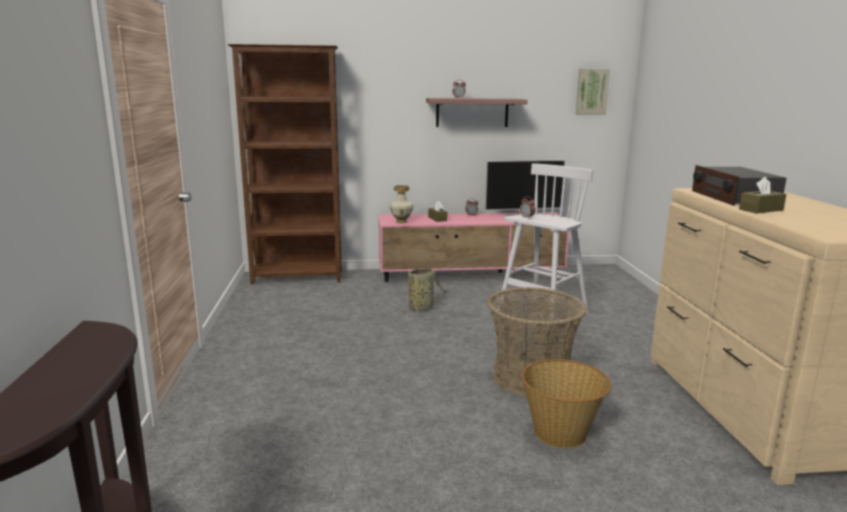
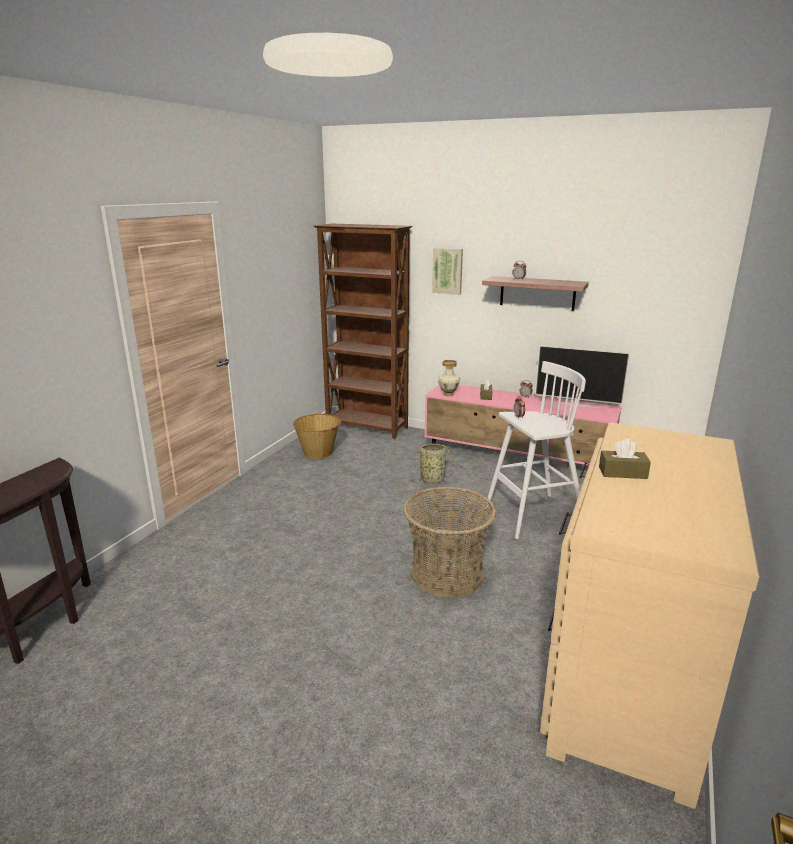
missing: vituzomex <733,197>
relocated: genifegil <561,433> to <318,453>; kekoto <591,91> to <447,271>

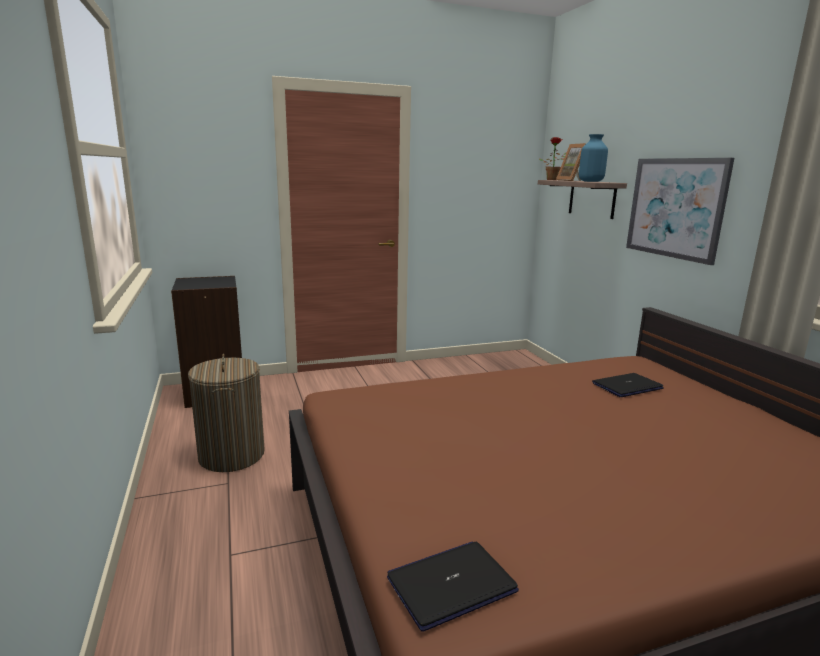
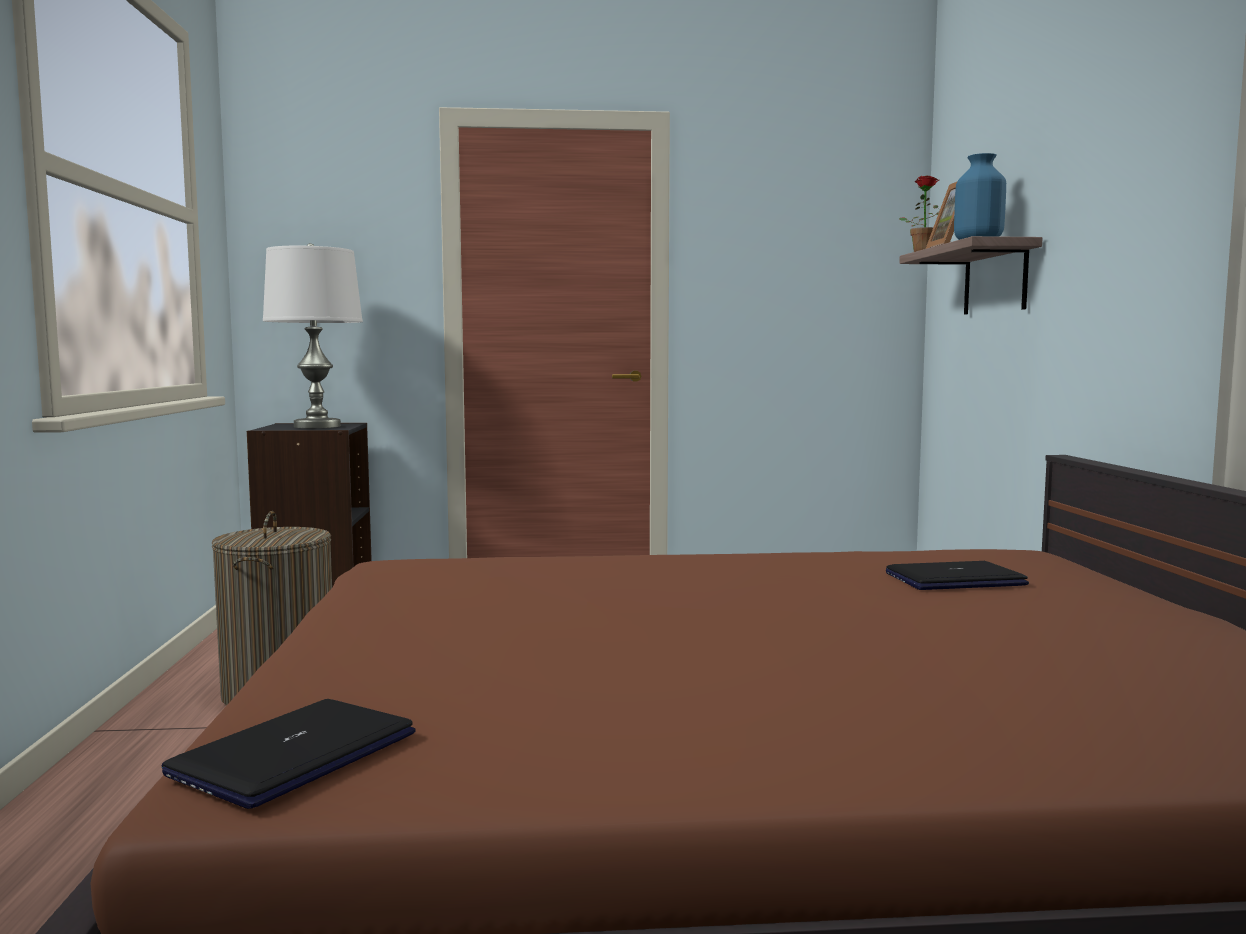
missing: kekoto <675,208>
appeared: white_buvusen <317,426>
spun: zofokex <451,584> = <294,754> 45 degrees counterclockwise

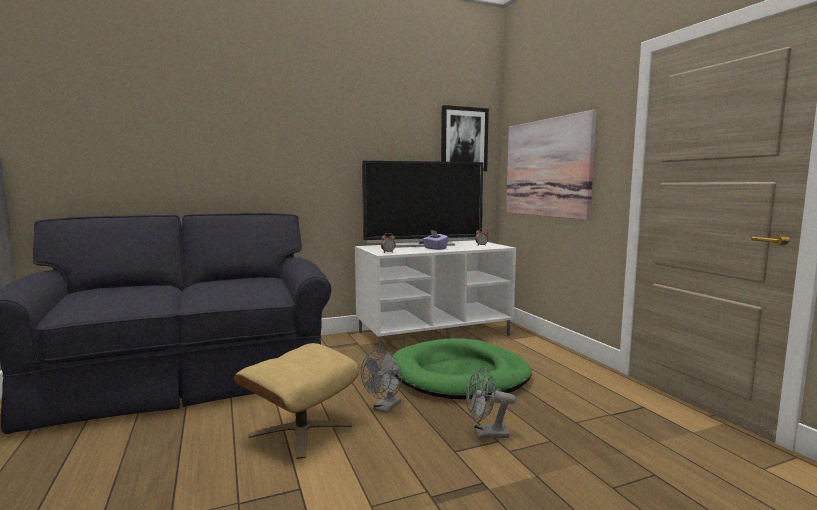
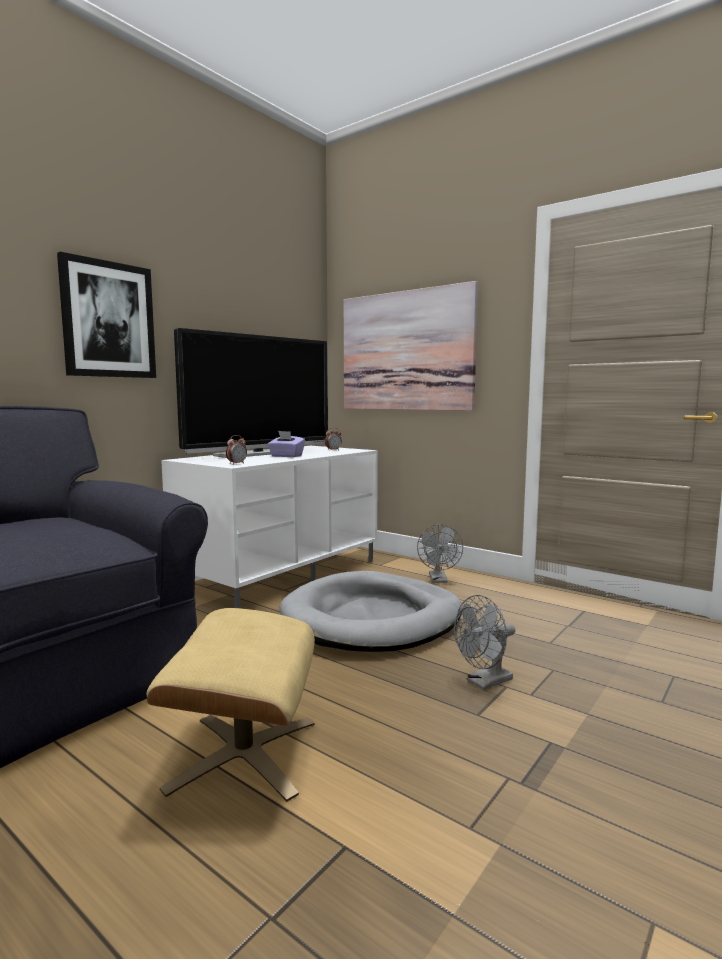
relocated: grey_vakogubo <384,408> to <439,580>; kekoto <464,139> to <108,320>
colour: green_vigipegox <460,375> to grey_vigipegox <372,618>

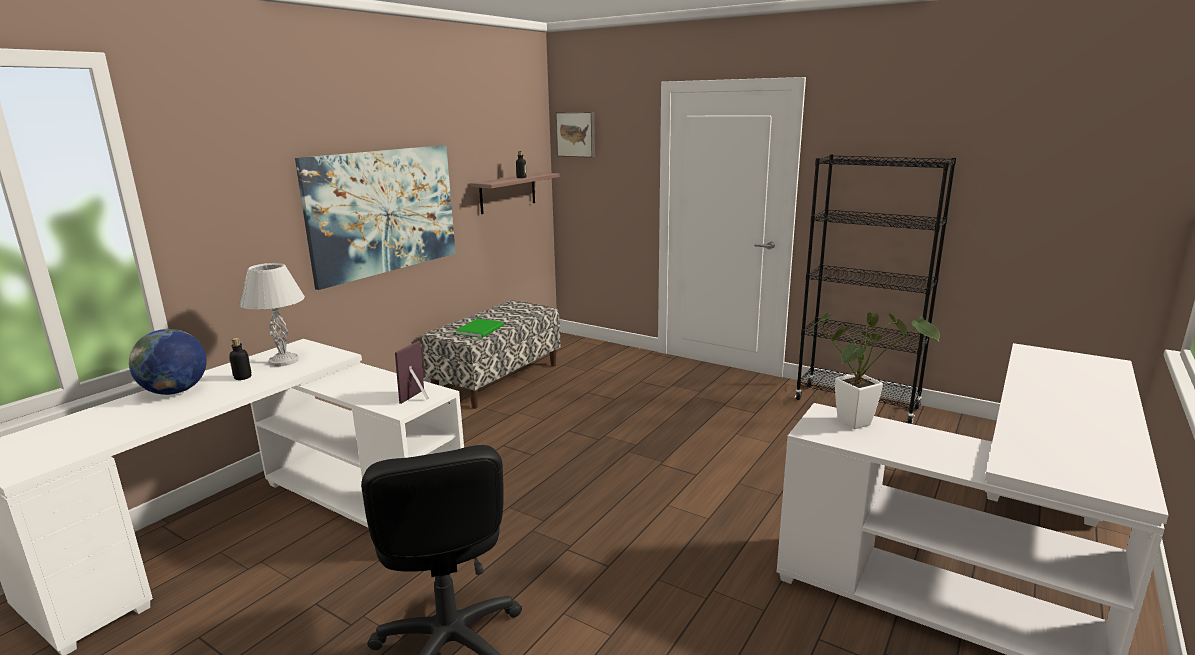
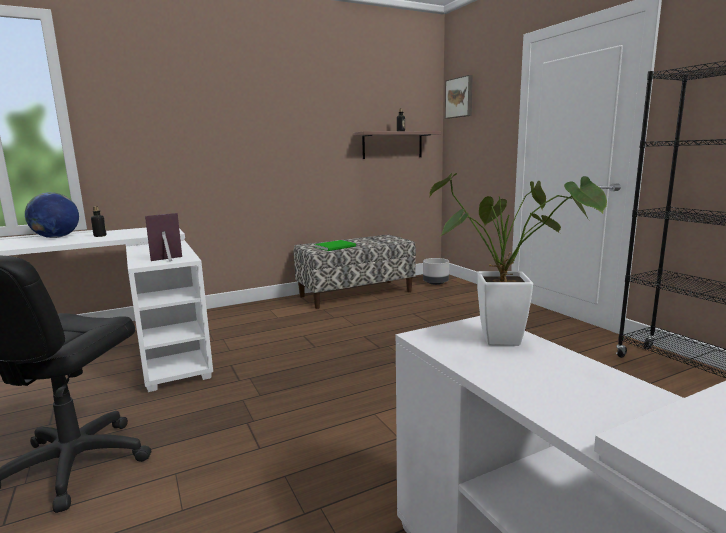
missing: white_buvusen <283,361>; kekoto <383,211>
appeared: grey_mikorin <435,283>

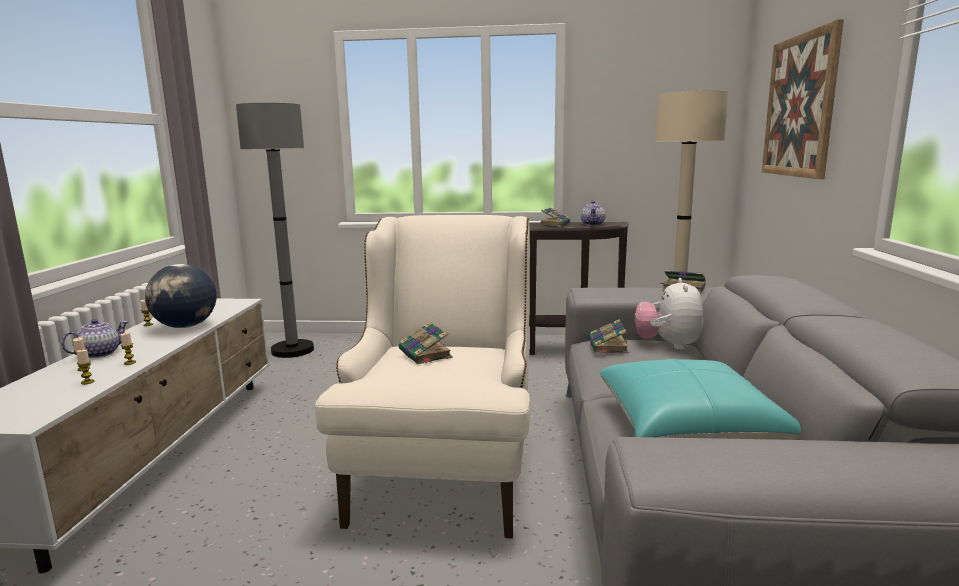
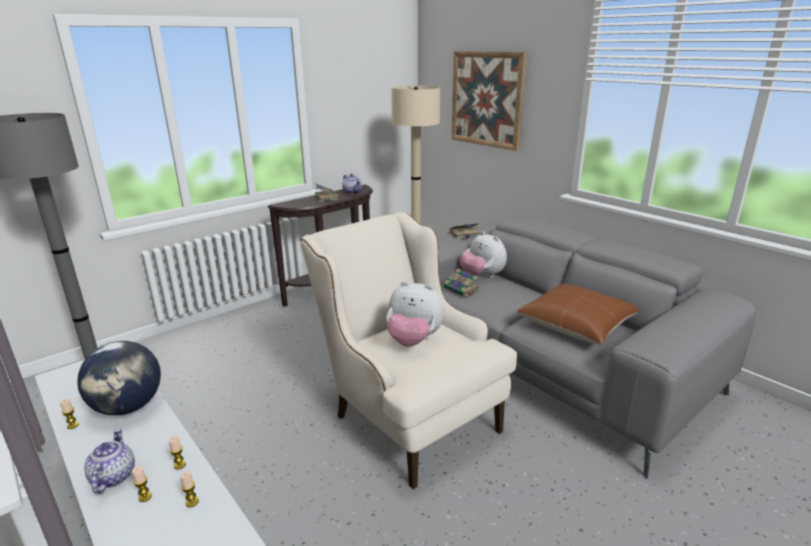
exchanged: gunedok <425,354> to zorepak <414,340>
colour: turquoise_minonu <688,424> to brown_minonu <576,324>

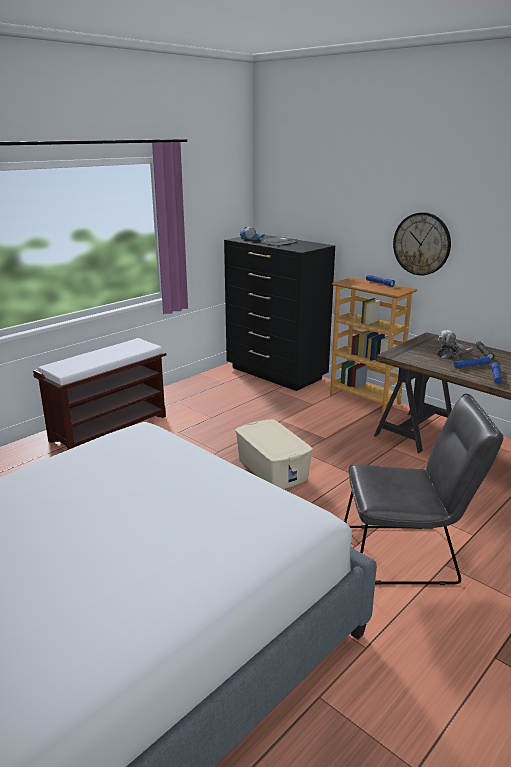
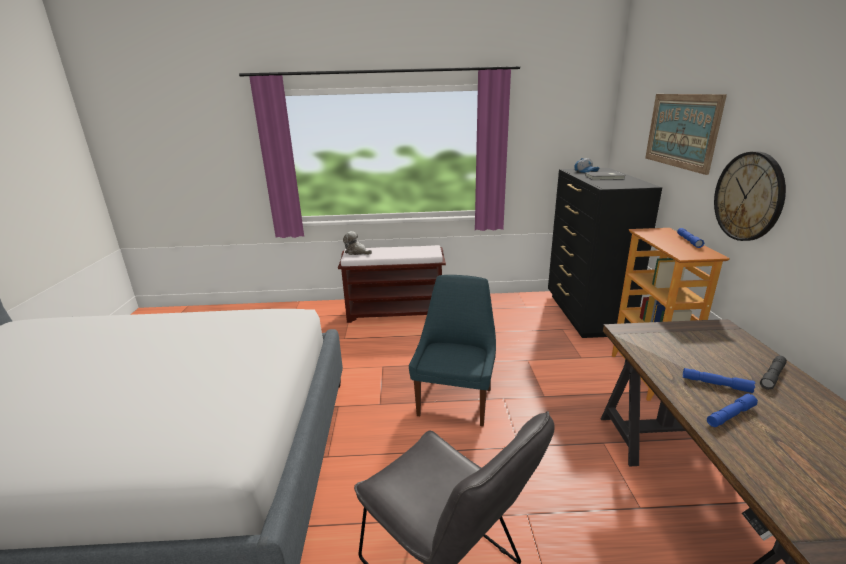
appeared: kekoto <681,130>
relocated: zorepak <452,355> to <357,252>
exchanged: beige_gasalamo <272,468> to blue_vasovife <456,400>

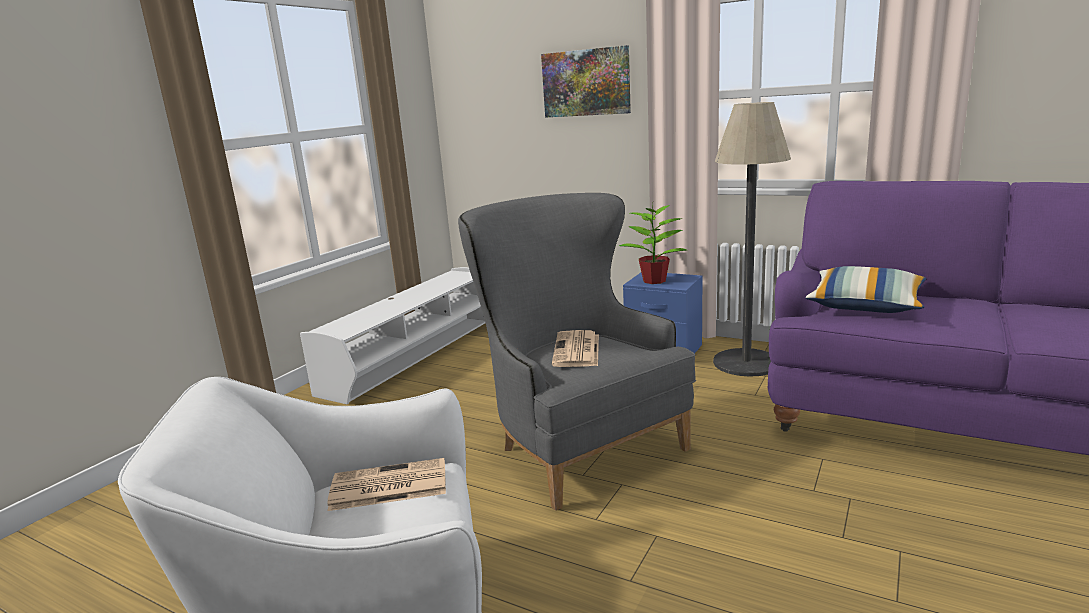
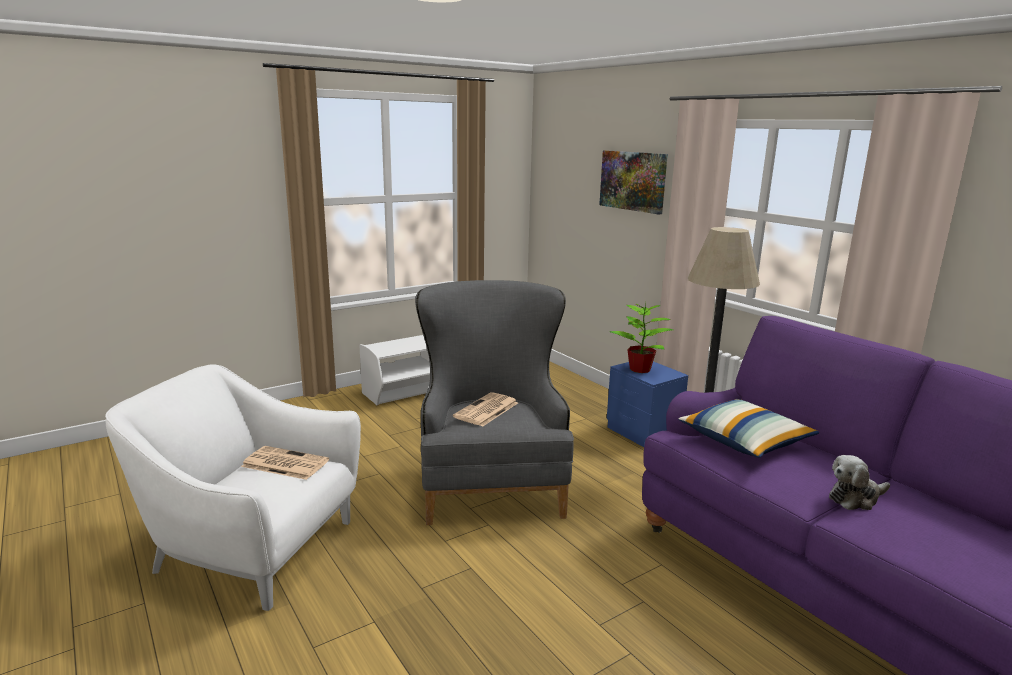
appeared: zorepak <855,498>

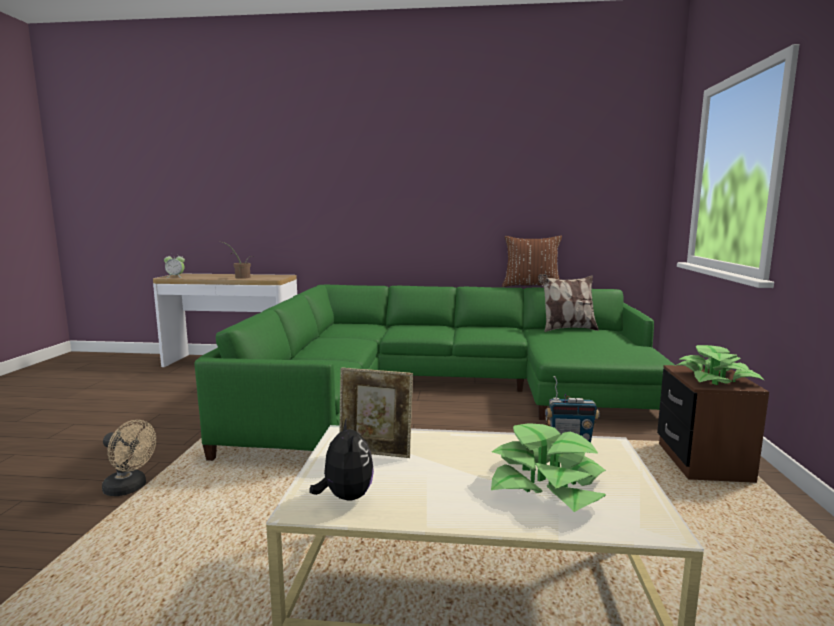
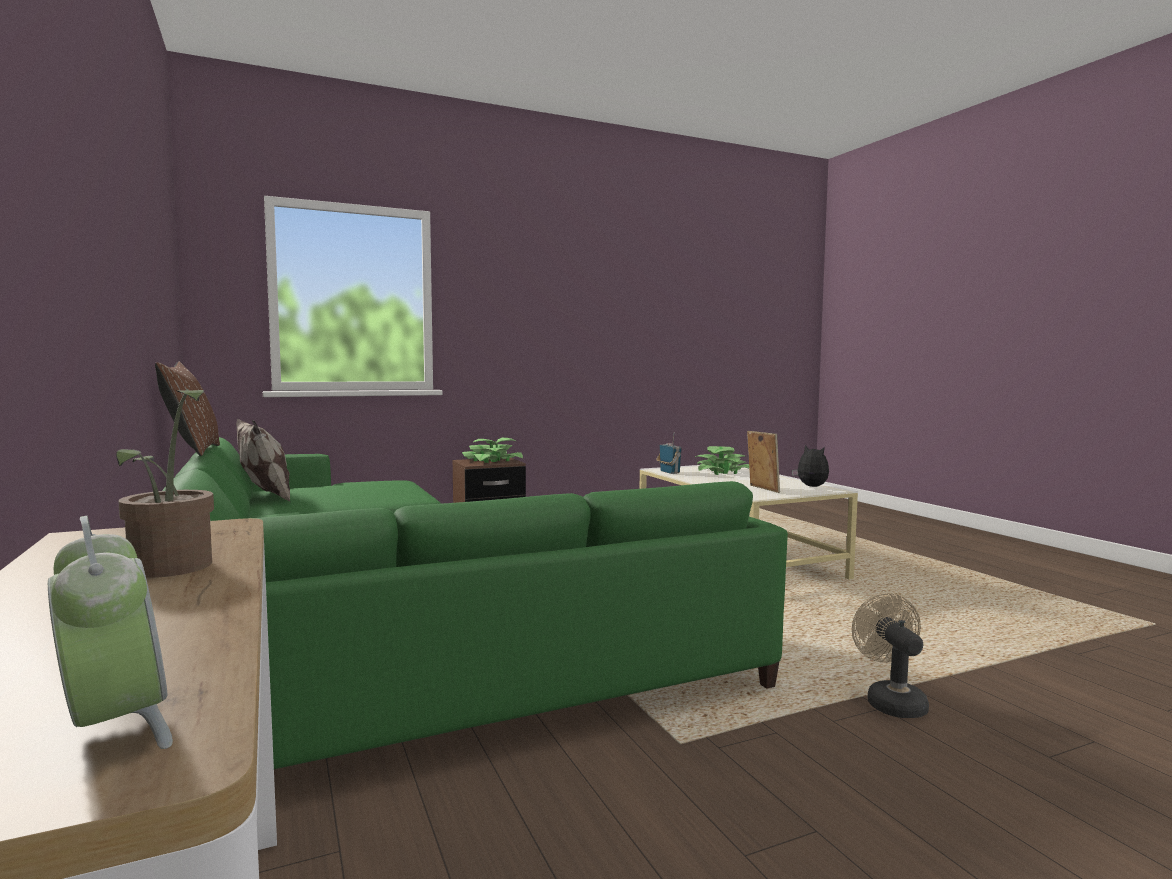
spun: zorepak <345,497> = <810,487> 105 degrees clockwise

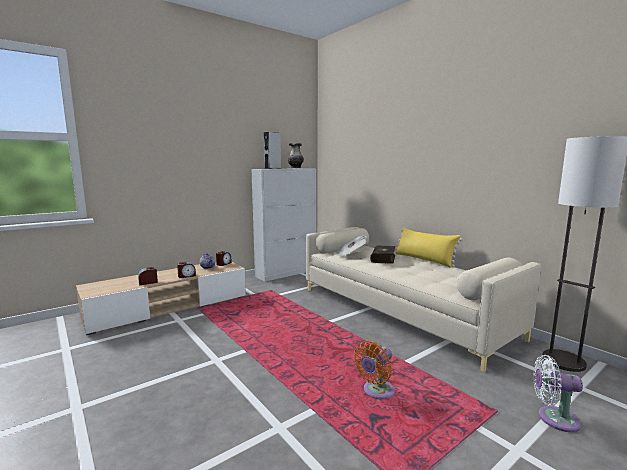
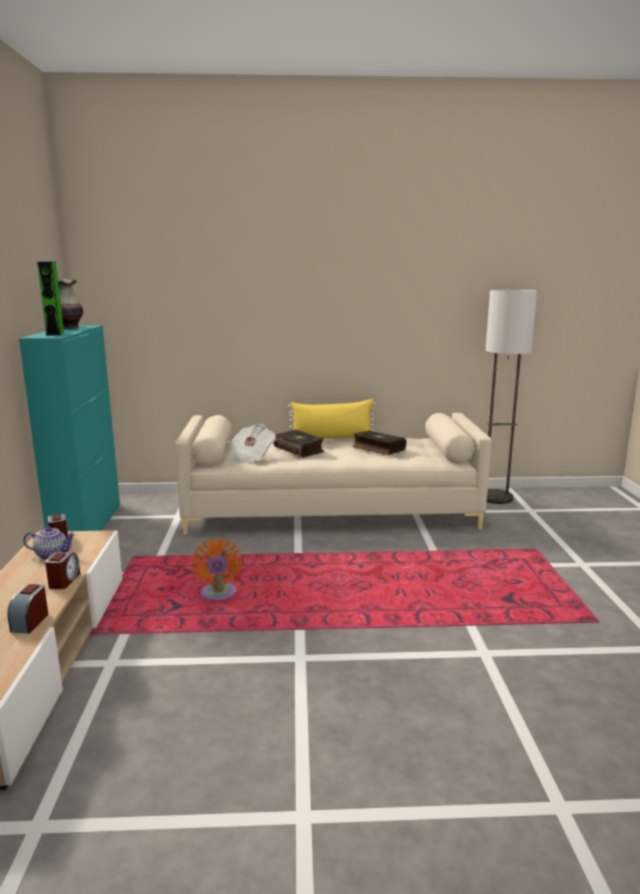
missing: white_vakogubo <553,418>
appeared: gunedok <378,449>
relocated: orange_vakogubo <376,392> to <218,595>
colour: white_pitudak <286,273> to turquoise_pitudak <87,526>; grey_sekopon <272,168> to green_sekopon <55,333>

